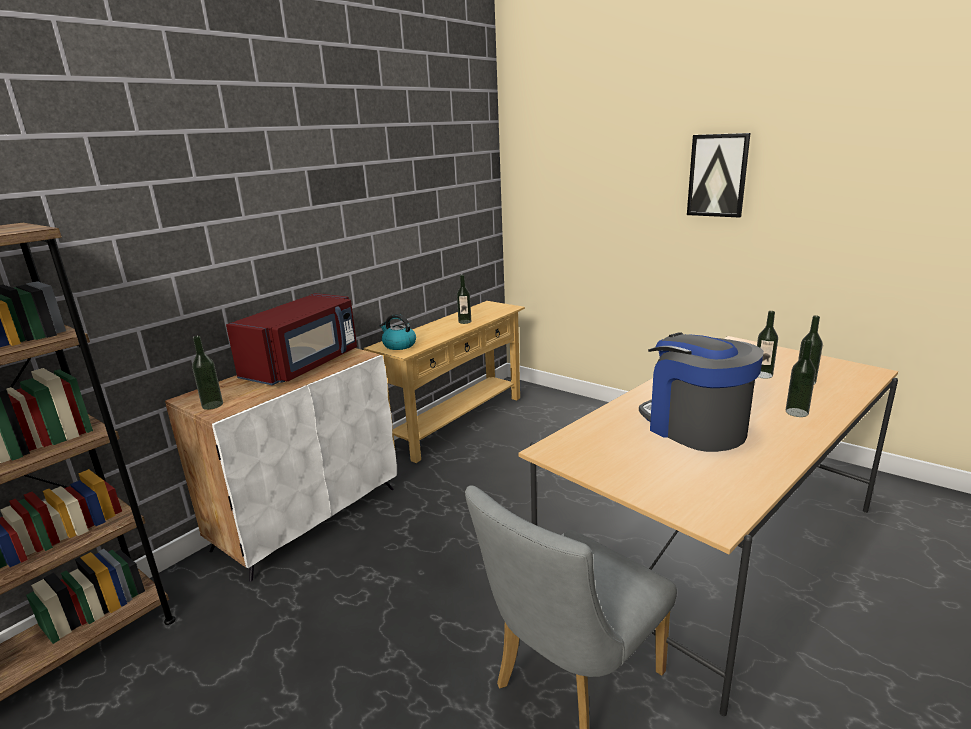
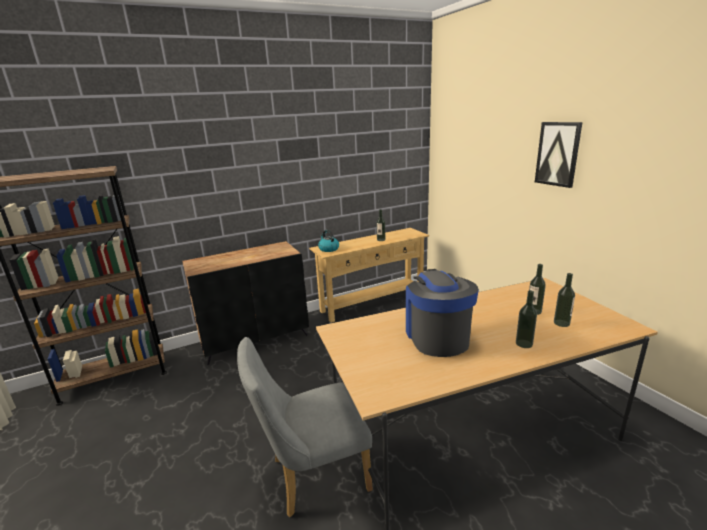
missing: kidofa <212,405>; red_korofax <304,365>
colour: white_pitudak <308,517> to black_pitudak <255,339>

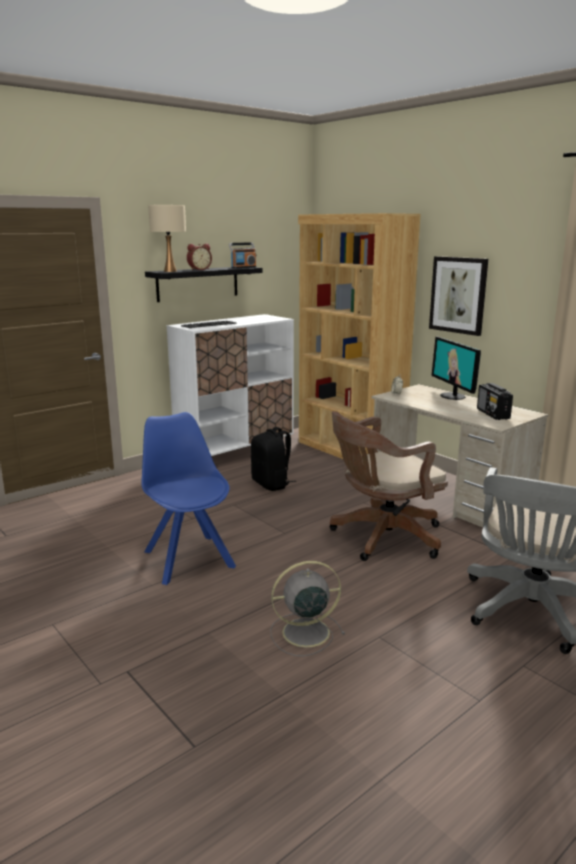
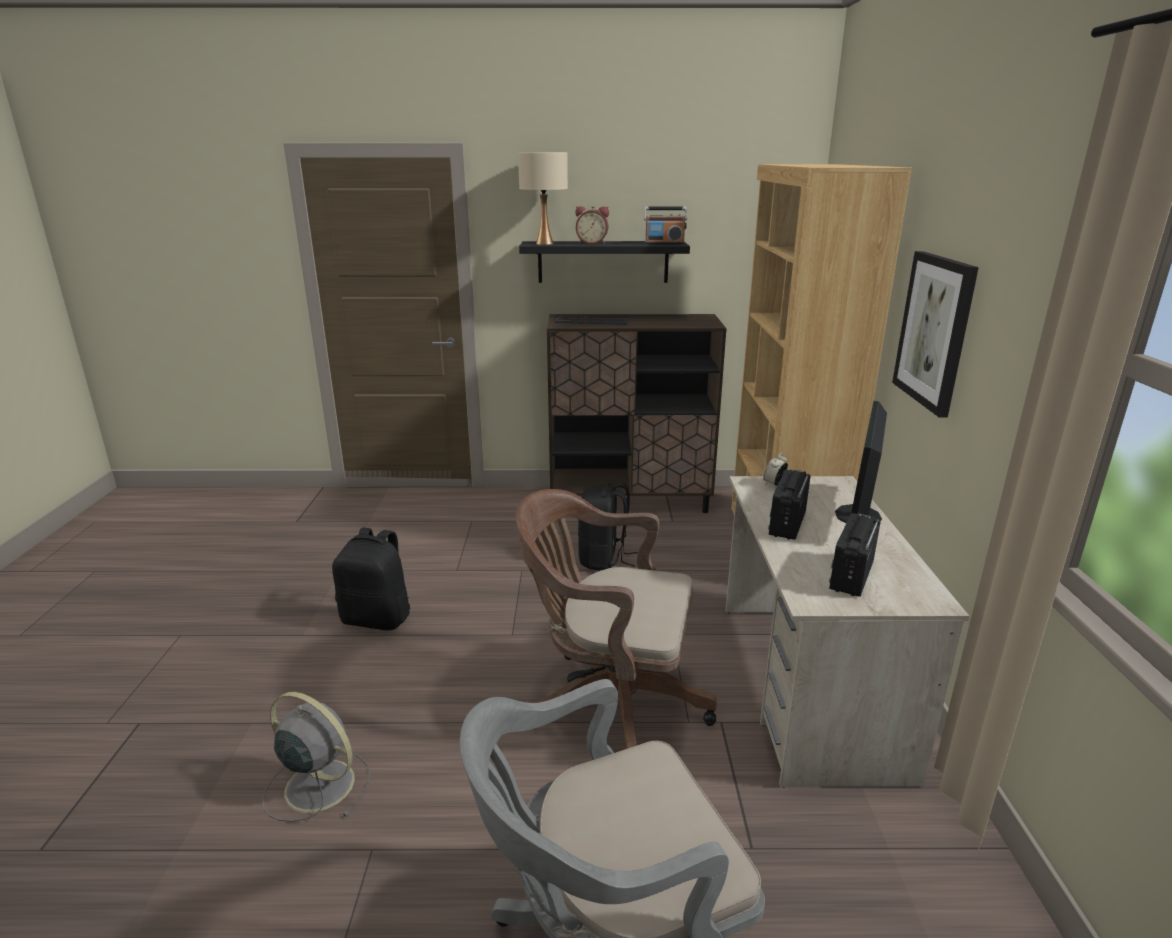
appeared: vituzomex <787,524>
exchanged: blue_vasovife <188,558> to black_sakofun <378,618>
colour: white_pitudak <236,454> to brown_pitudak <630,500>

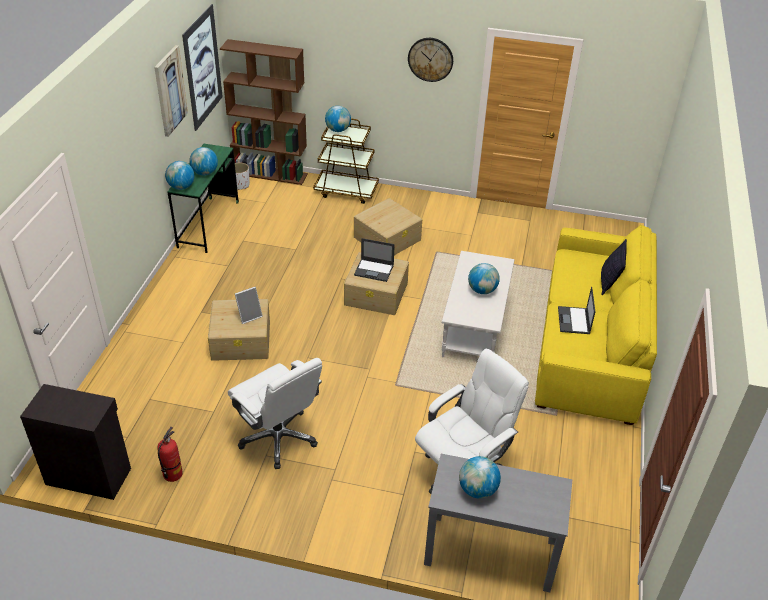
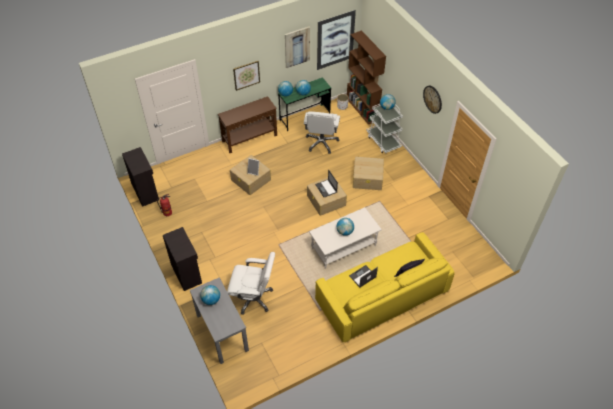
appeared: black_pitudak <186,273>; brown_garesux <250,138>; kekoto <246,75>
relocated: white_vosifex <278,438> to <321,142>
colour: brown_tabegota <346,191> to white_tabegota <383,141>

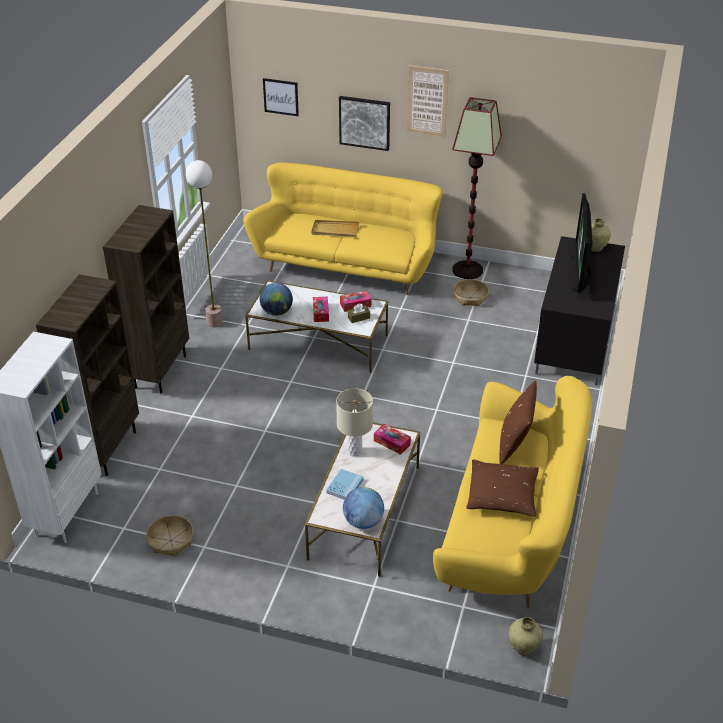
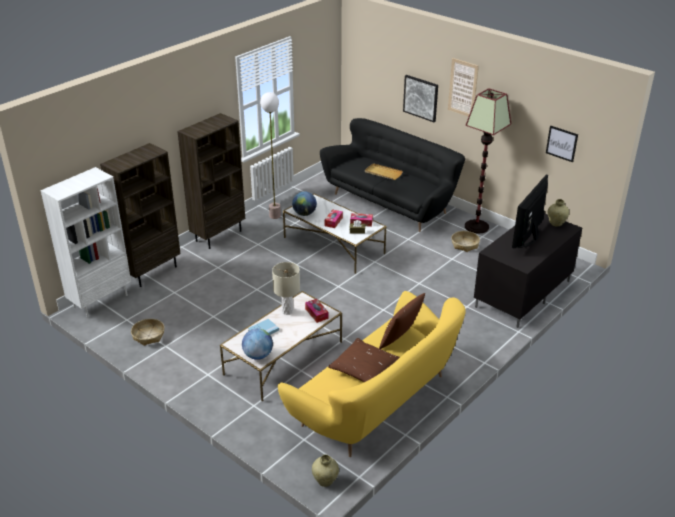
relocated: kekoto <281,97> to <561,143>
colour: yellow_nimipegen <347,264> to black_nimipegen <391,202>

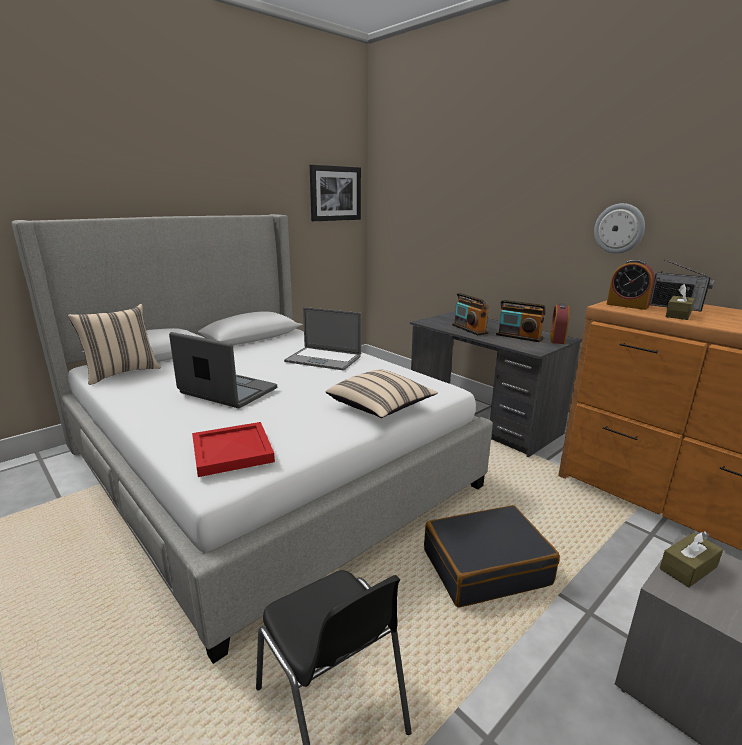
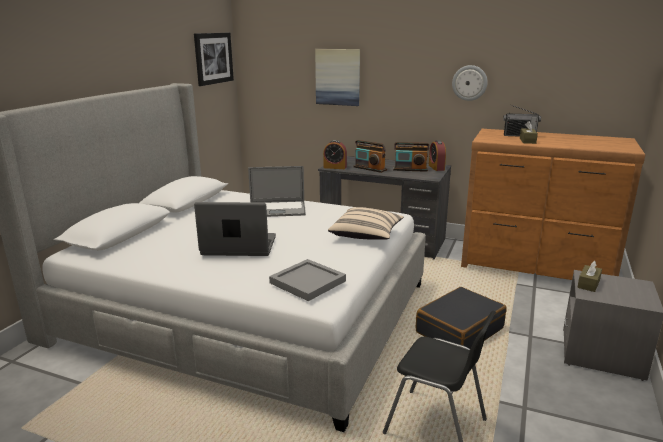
missing: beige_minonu <122,373>
appeared: kekoto <338,77>
relocated: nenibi <627,305> to <335,167>
colour: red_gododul <231,451> to grey_gododul <306,282>

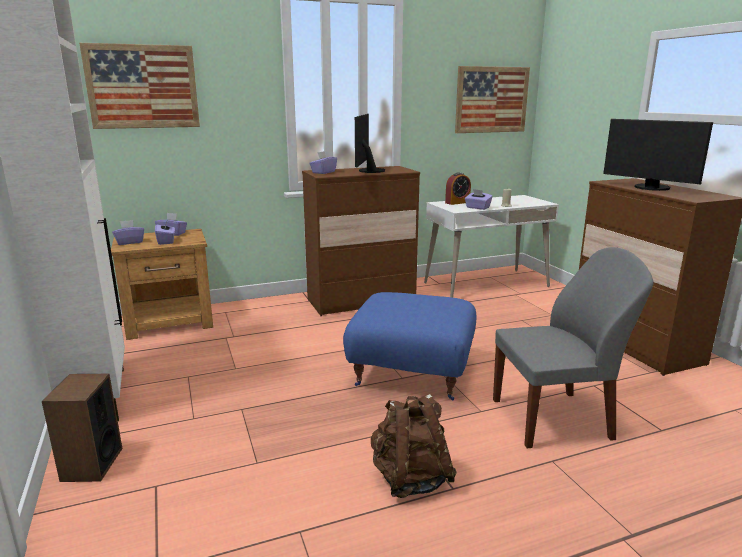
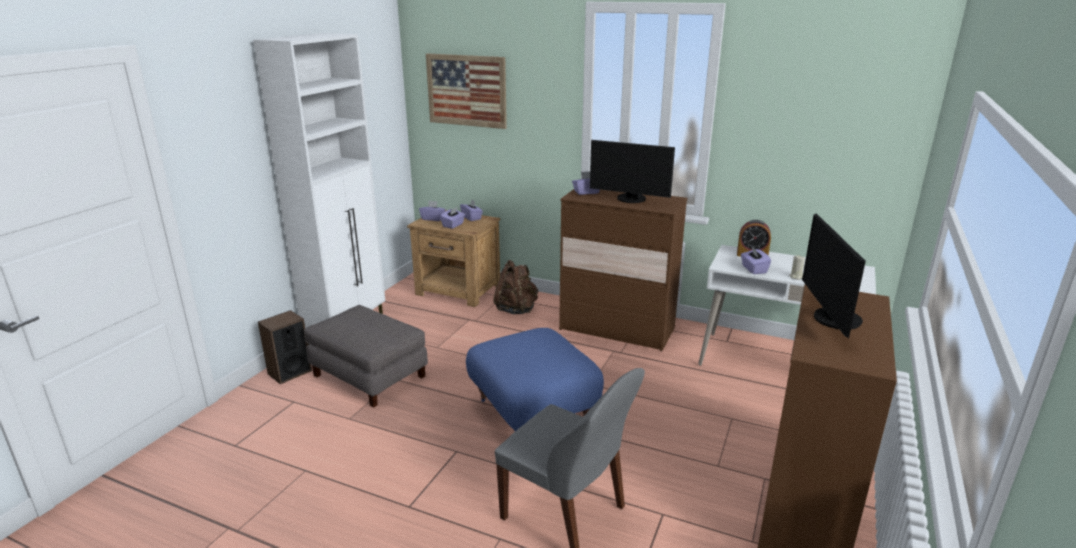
missing: kekoto <491,100>
appeared: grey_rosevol <368,376>
relocated: brown_sakofun <410,479> to <516,309>
spun: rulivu <368,171> = <630,199> 120 degrees counterclockwise

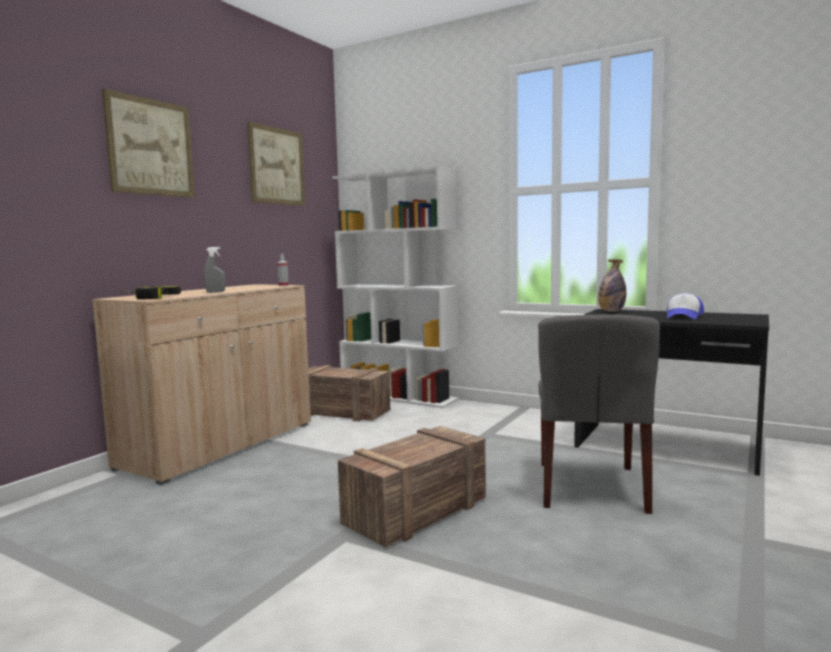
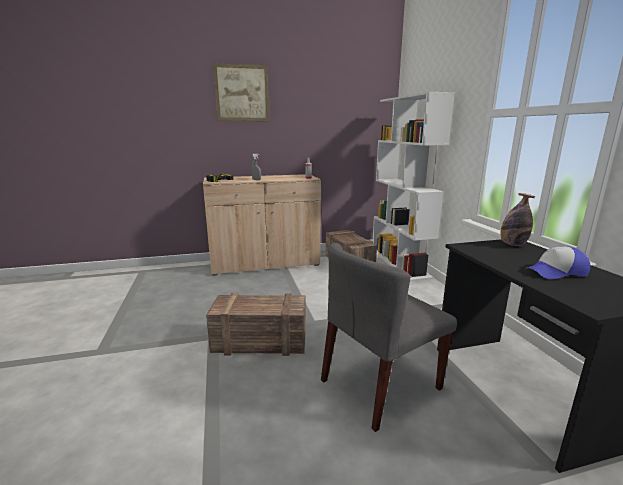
missing: kekoto <276,166>

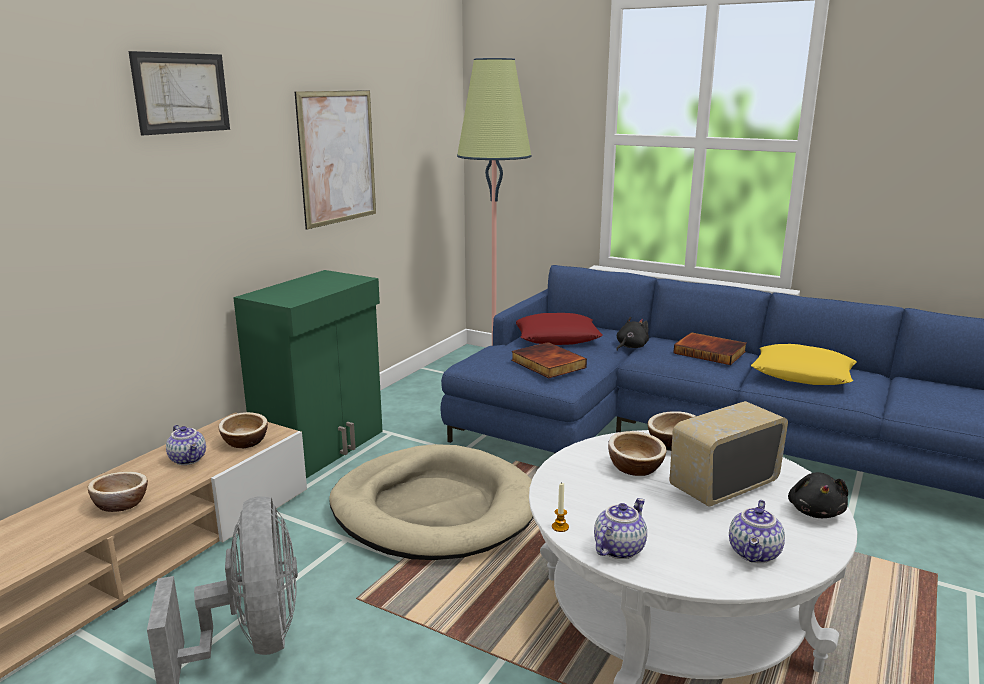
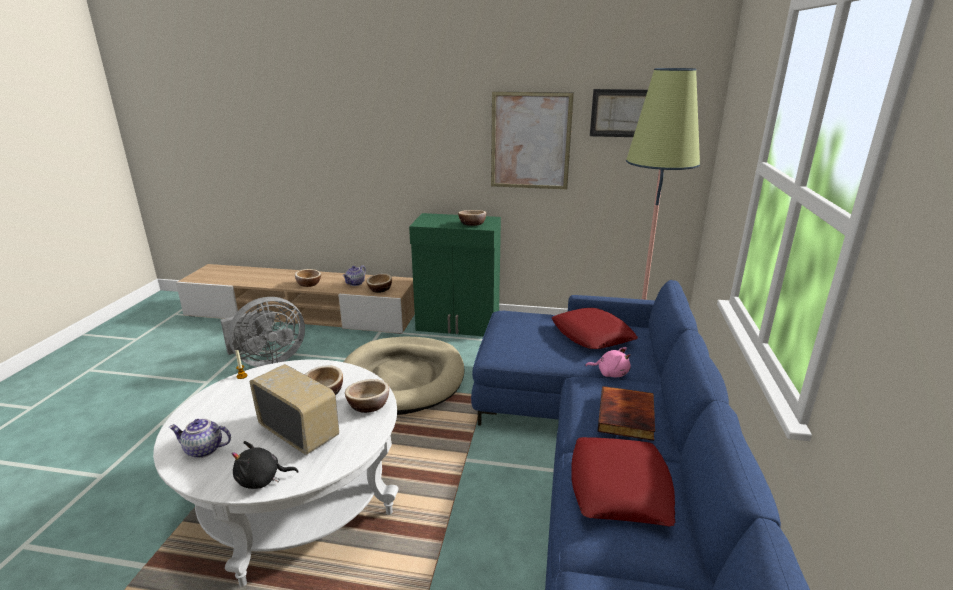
missing: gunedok <546,364>; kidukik <618,548>
appeared: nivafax <472,224>
relocated: kekoto <181,93> to <623,113>
colour: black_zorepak <630,347> to pink_zorepak <610,373>; yellow_minonu <802,374> to red_minonu <620,488>

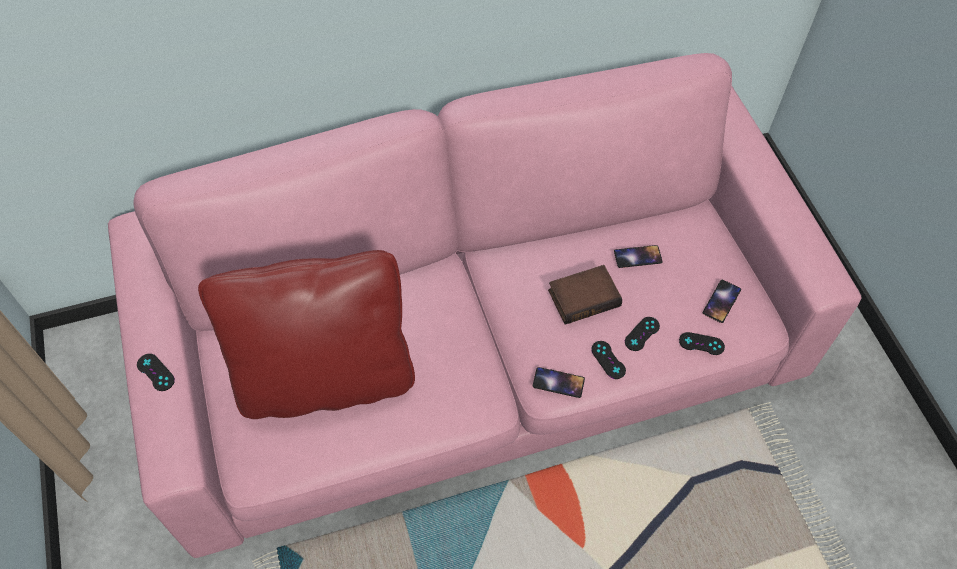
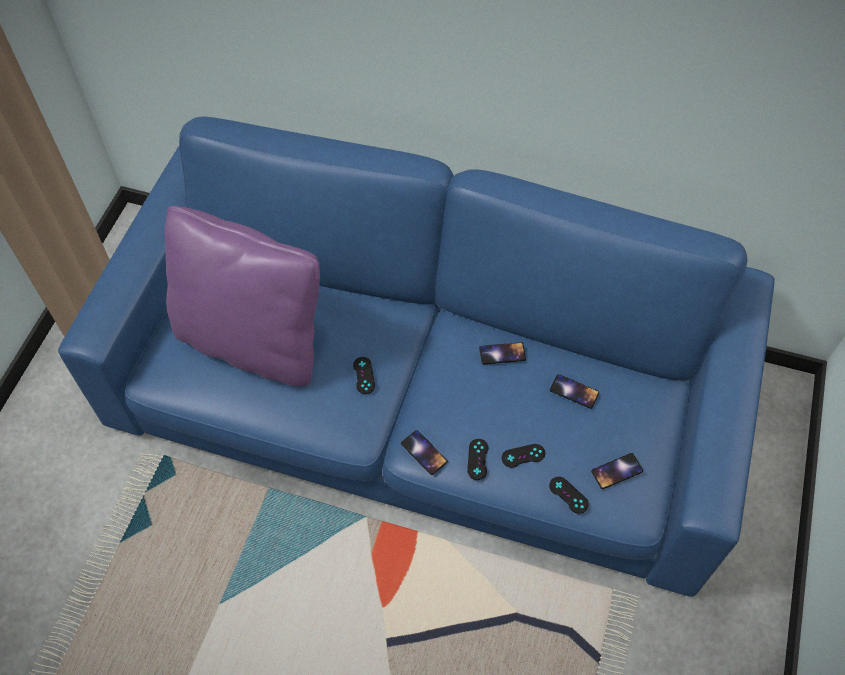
missing: gunedok <584,296>
appeared: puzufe <502,353>
relocated: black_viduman <155,372> to <364,375>
colour: pink_nimipegen <477,347> to blue_nimipegen <422,398>; red_minonu <325,378> to purple_minonu <252,341>

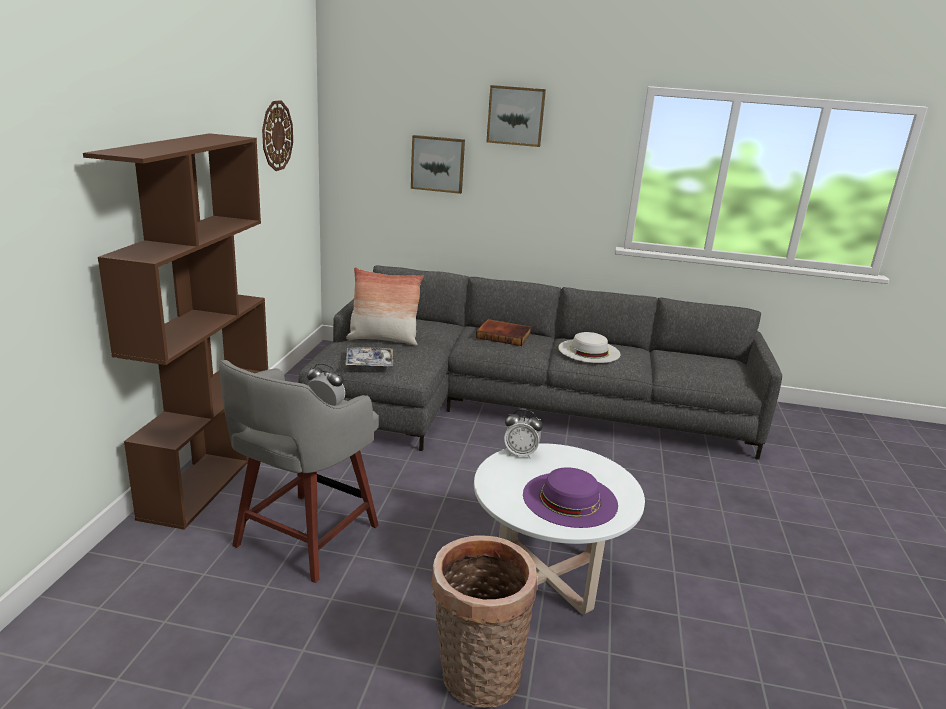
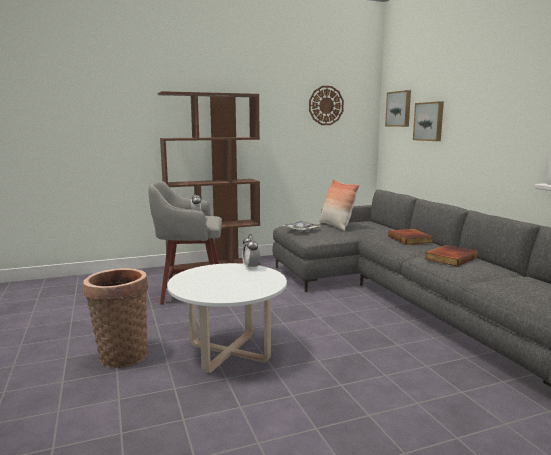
missing: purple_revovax <570,499>
relocated: kekoto <516,116> to <399,109>
exchanged: white_revovax <589,351> to gunedok <450,258>

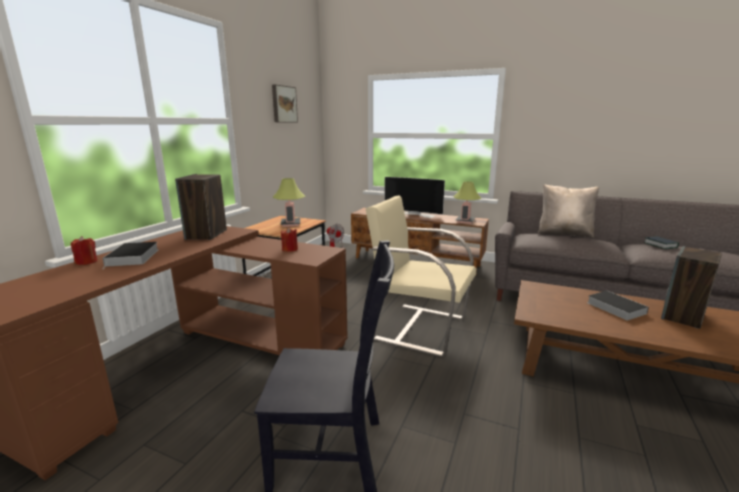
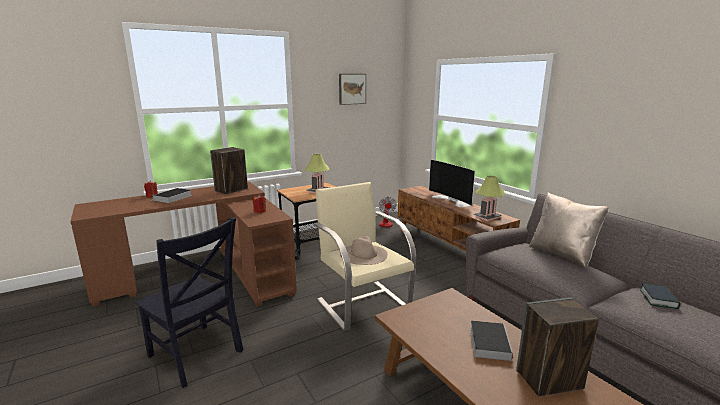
appeared: beige_revovax <364,254>

